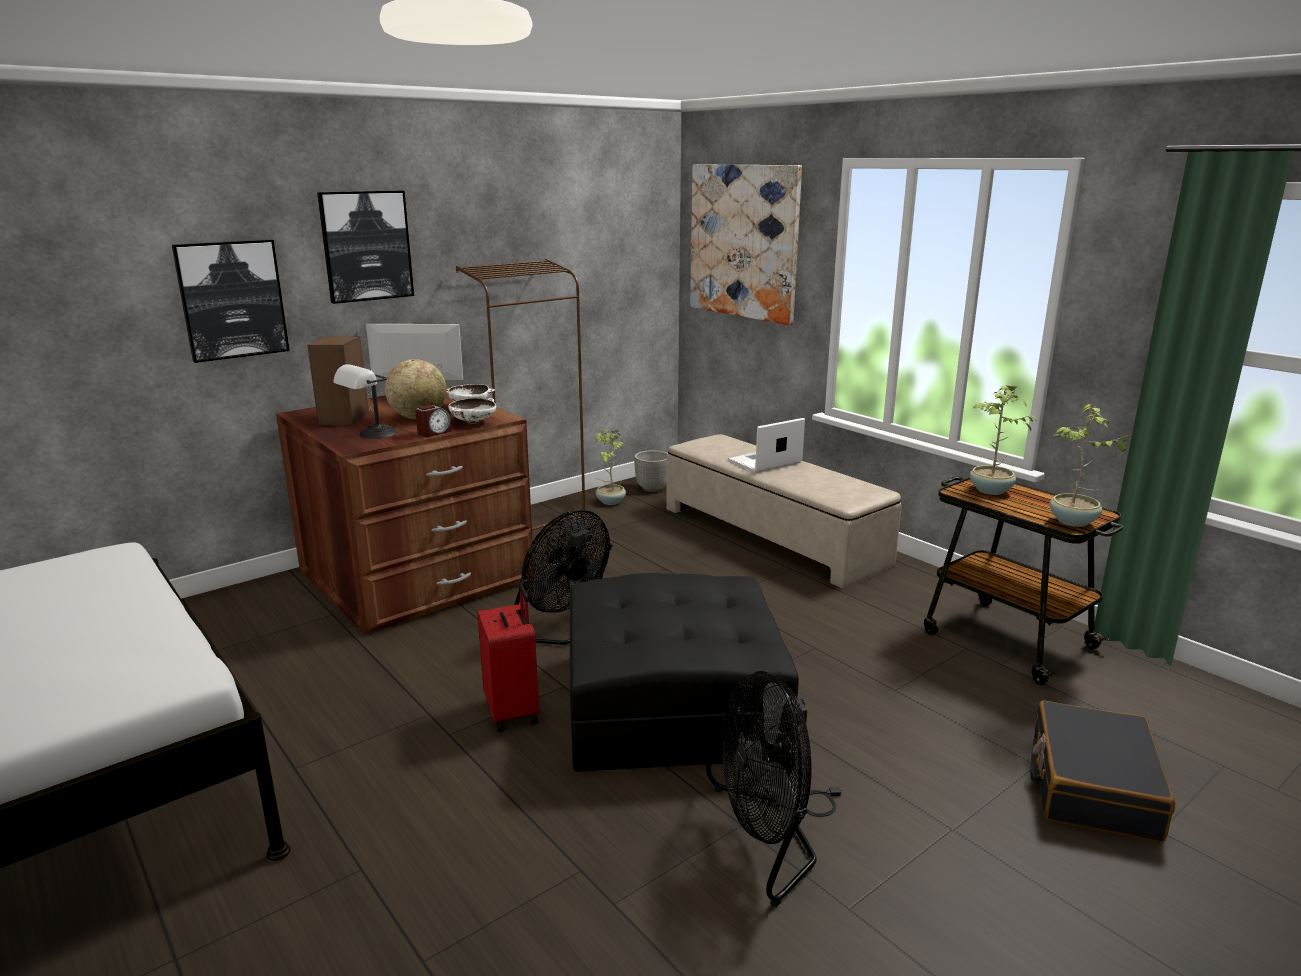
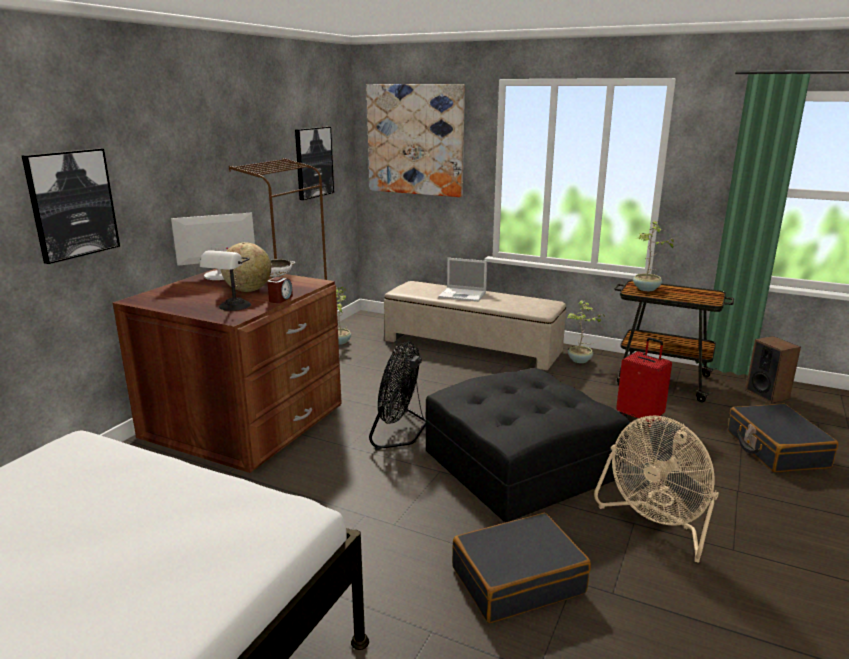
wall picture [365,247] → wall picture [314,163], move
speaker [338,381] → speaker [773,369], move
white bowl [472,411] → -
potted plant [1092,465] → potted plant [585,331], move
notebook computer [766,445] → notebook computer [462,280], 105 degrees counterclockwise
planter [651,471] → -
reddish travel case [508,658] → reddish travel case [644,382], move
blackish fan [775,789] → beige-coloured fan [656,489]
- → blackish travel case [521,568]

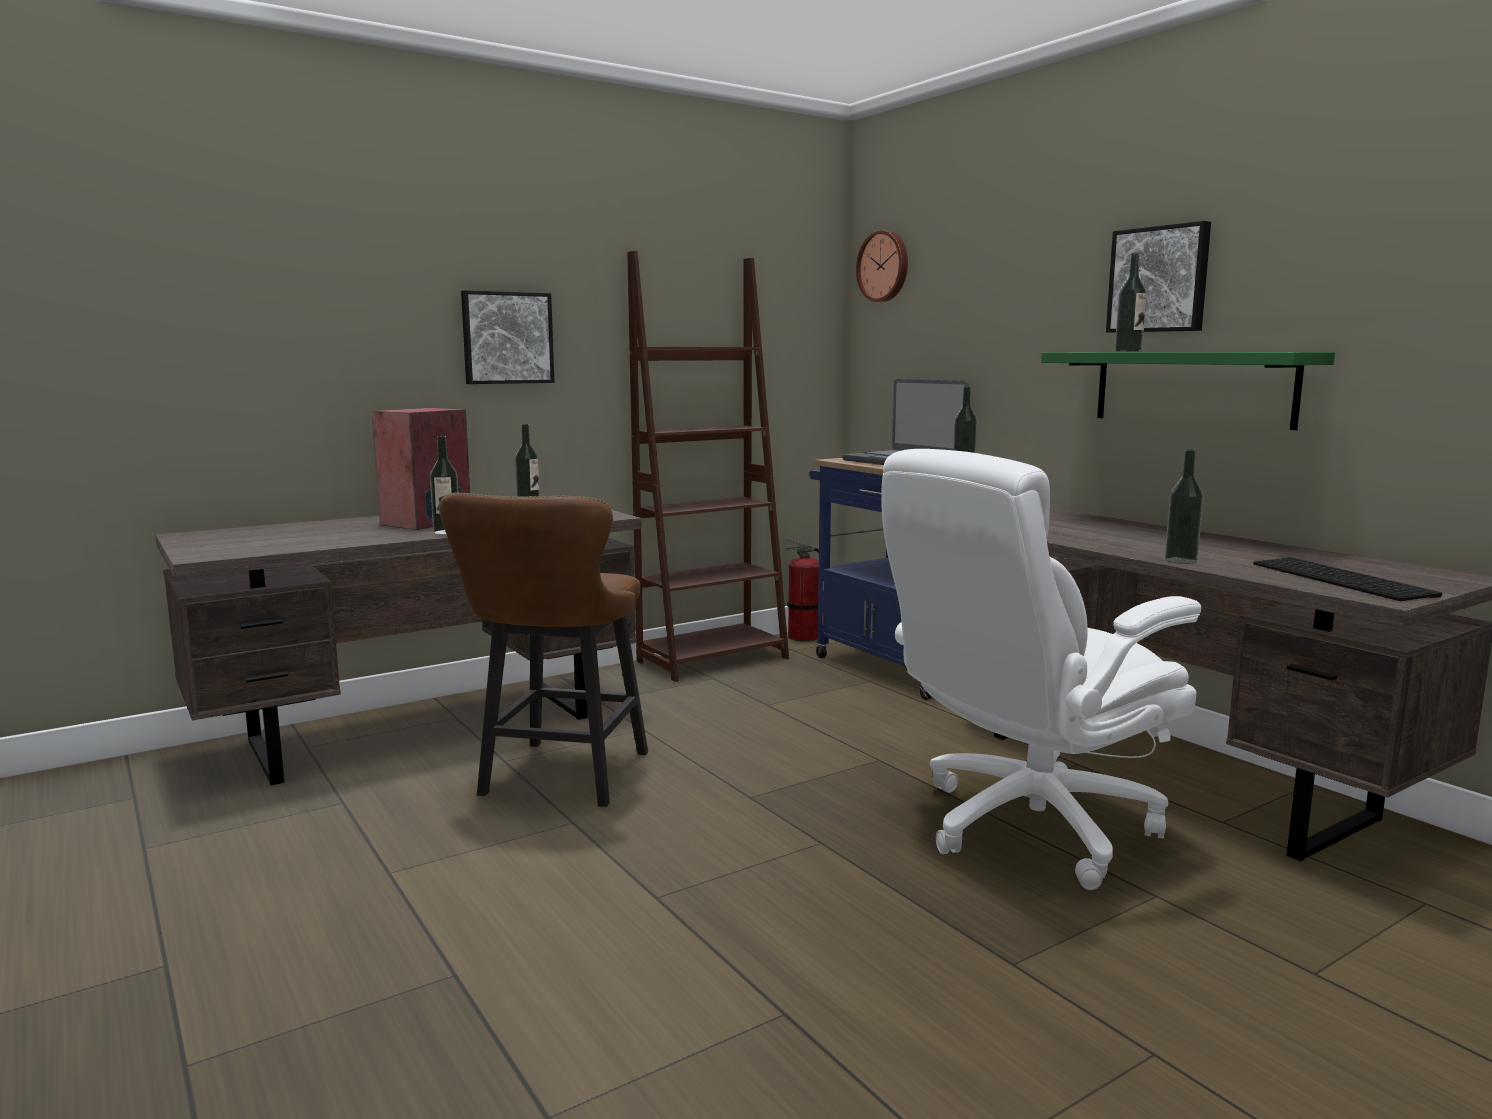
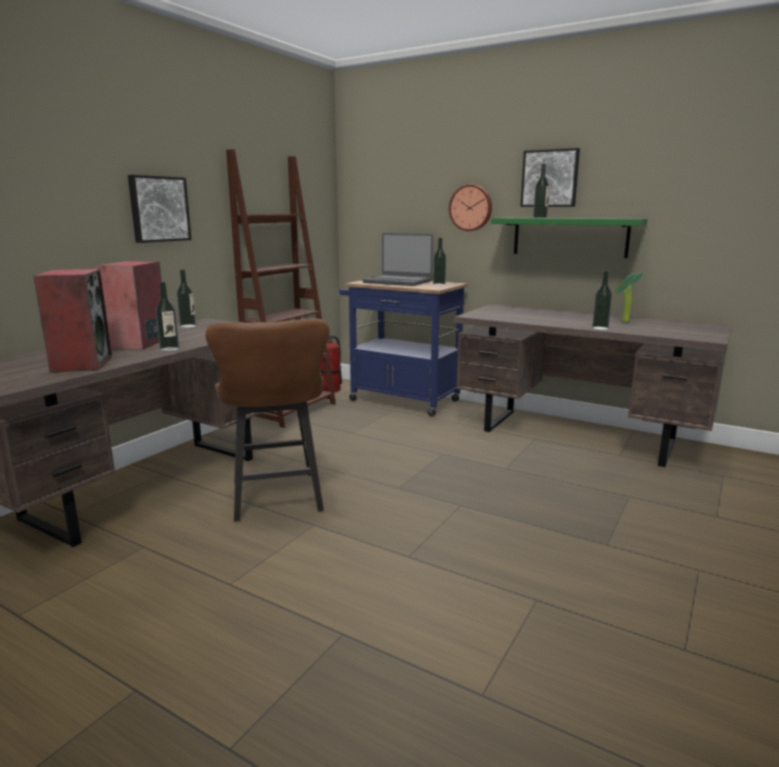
clock on the wall [882,266] → clock on the wall [470,208], move
white office chair [1041,669] → -
keyboard [1347,579] → -
- → speaker [72,321]
- → potted plant [629,297]

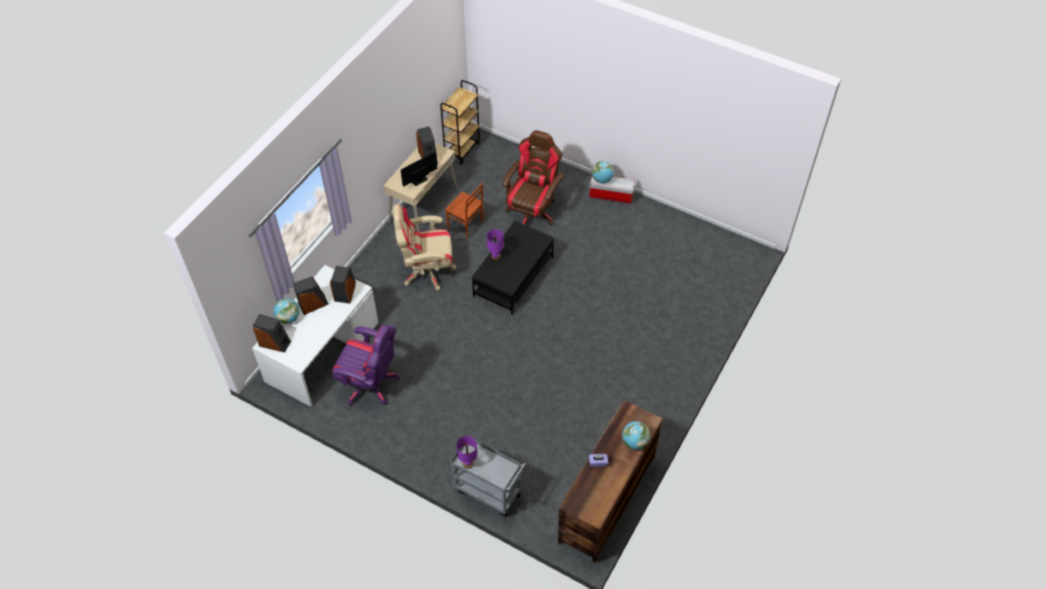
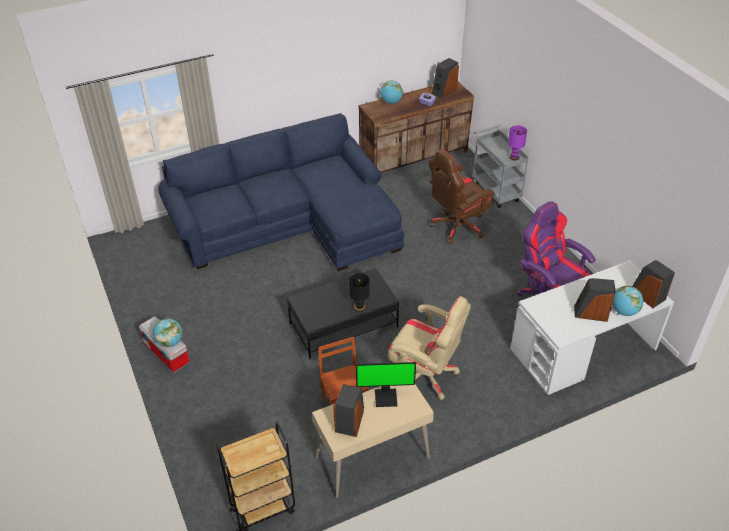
brown office chair [532,178] → brown office chair [461,196], move
purple-coloured lamp for a table [495,244] → blackish lamp for a table [359,292]
speaker [343,285] → speaker [445,78], move
- → bluish settee [281,192]

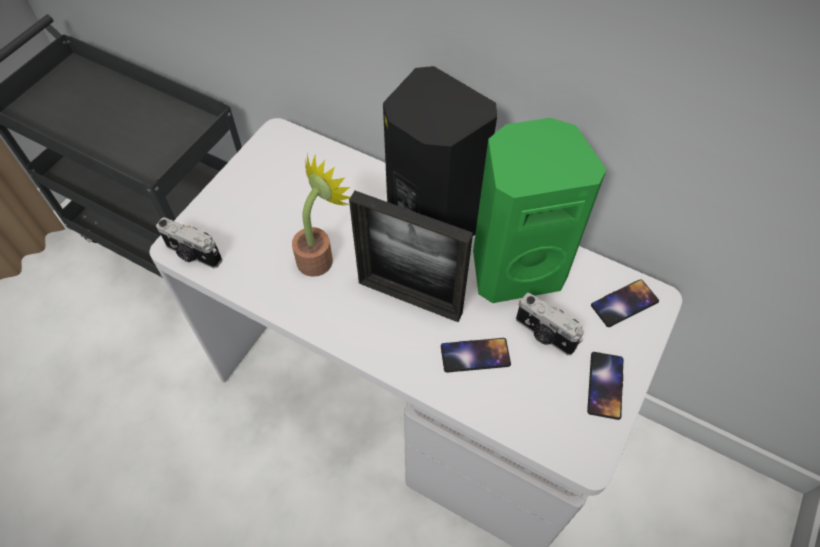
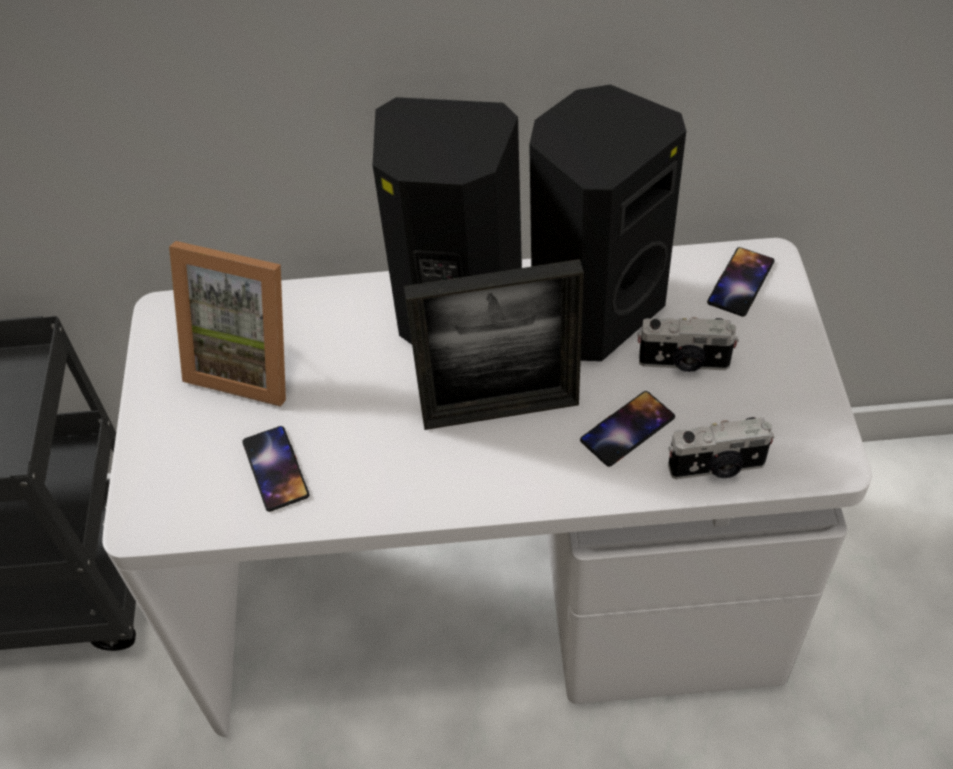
greenish speaker [539,210] → blackish speaker [607,223]
potted plant [321,215] → -
photo camera [189,242] → photo camera [721,448], move
handset [605,386] → handset [276,469], move
- → standing frame [227,324]

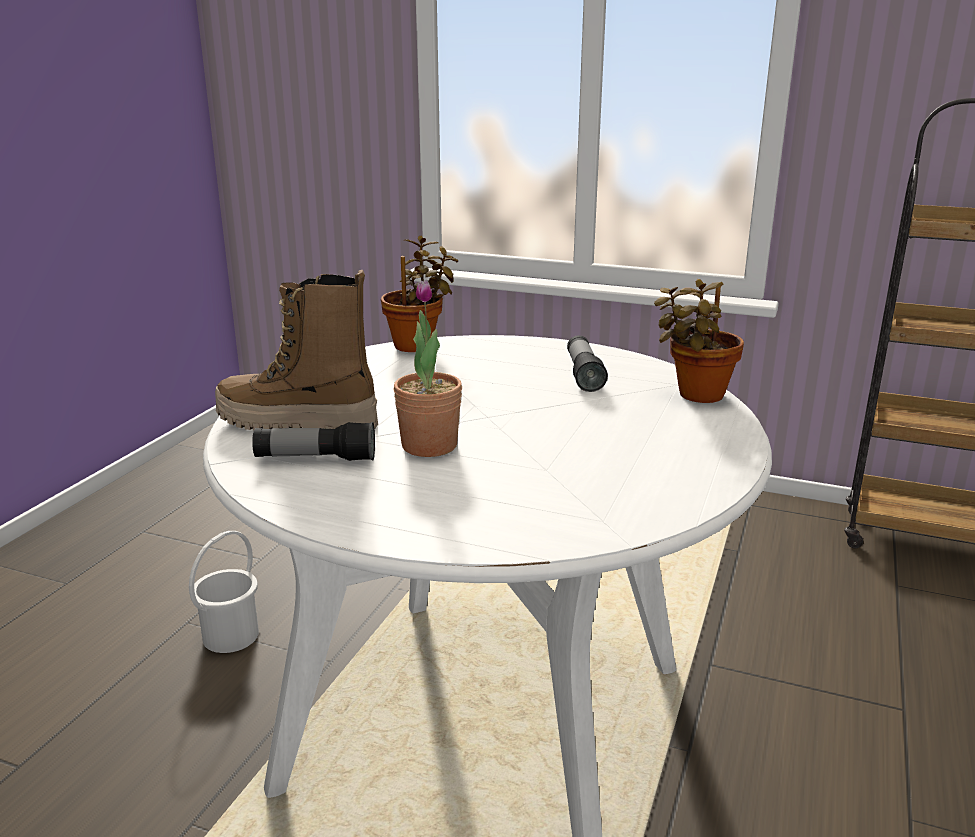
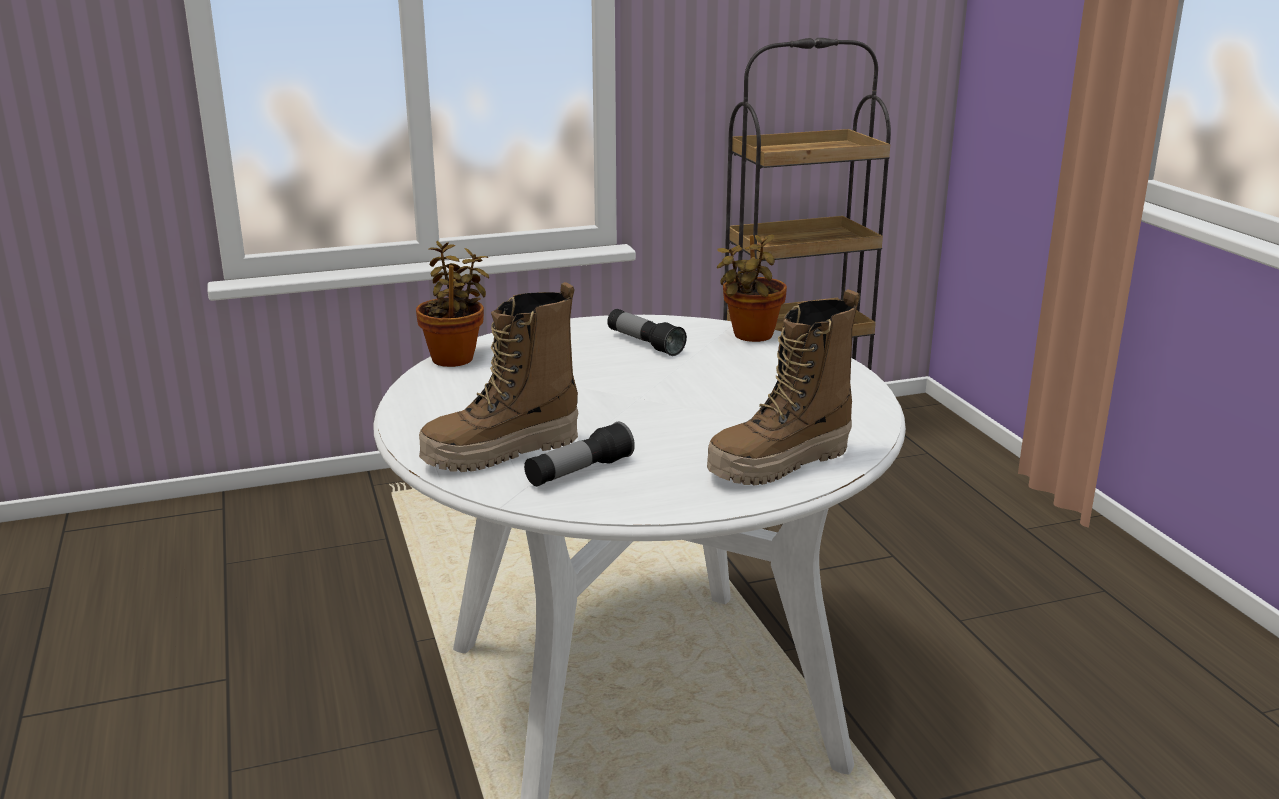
potted plant [427,368] → -
white water bucket [224,592] → -
- → tall boot [783,387]

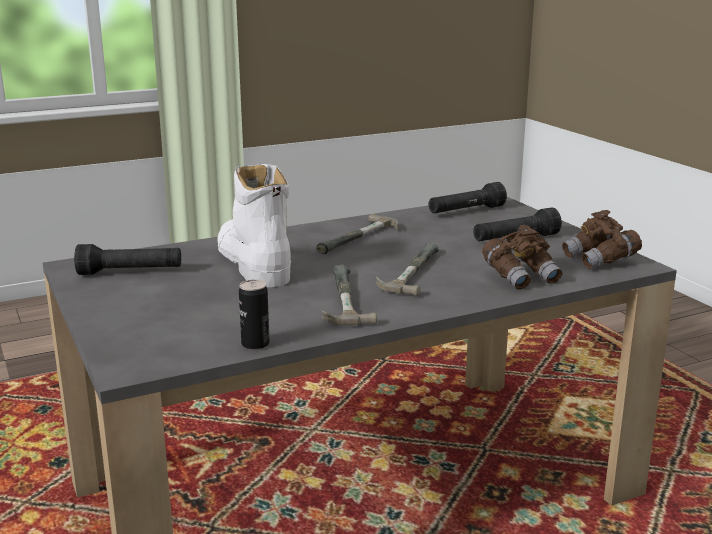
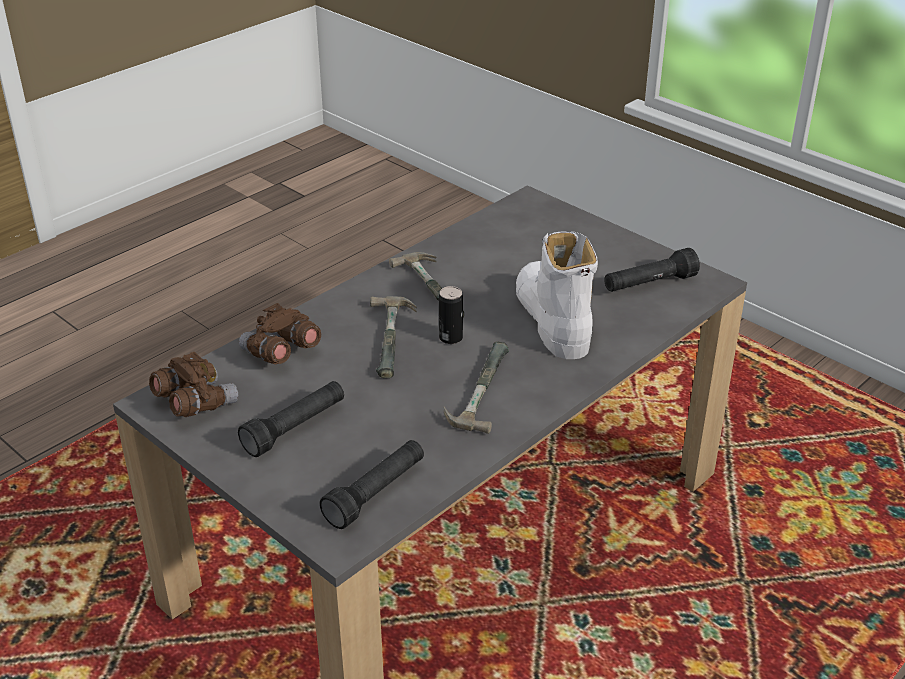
white tall boot [254,225] → white tall boot [557,295], 150 degrees counterclockwise
metal can [254,315] → metal can [451,315], move

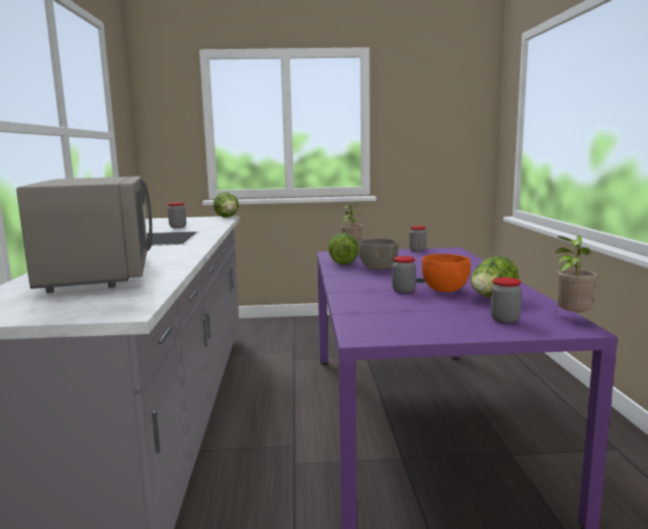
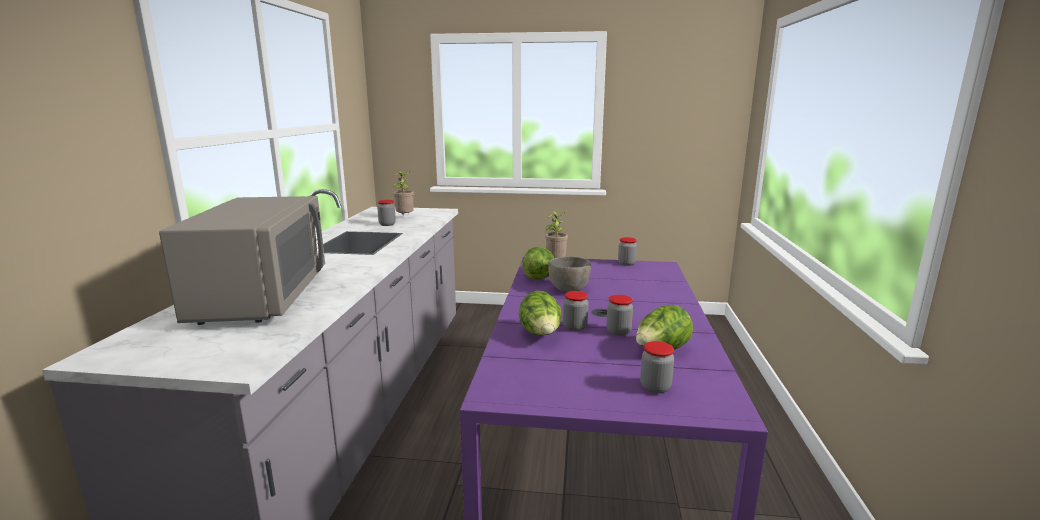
head of lettuce [226,204] → head of lettuce [540,313], move
potted plant [576,274] → potted plant [403,193], move
orangey bowl [446,273] → preserve jar [620,315]

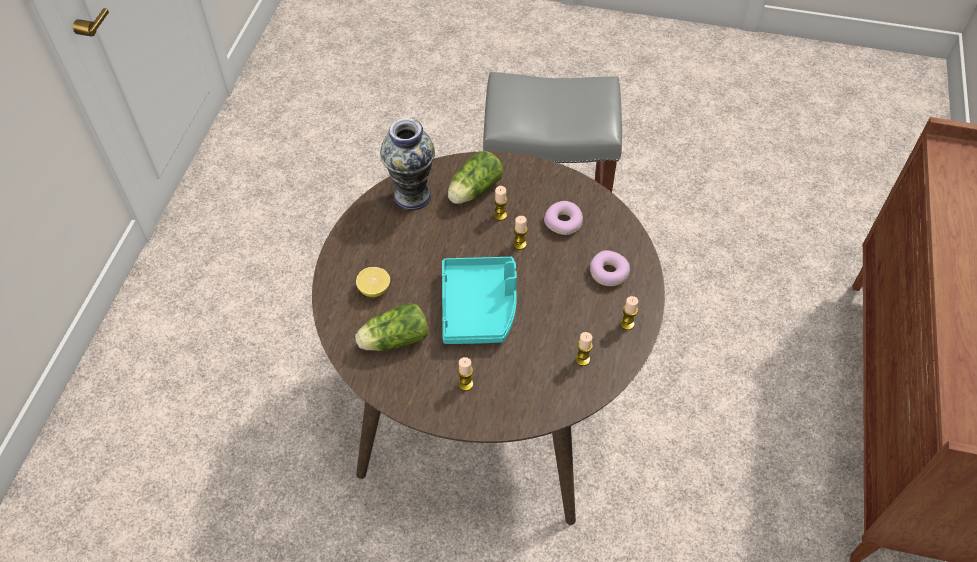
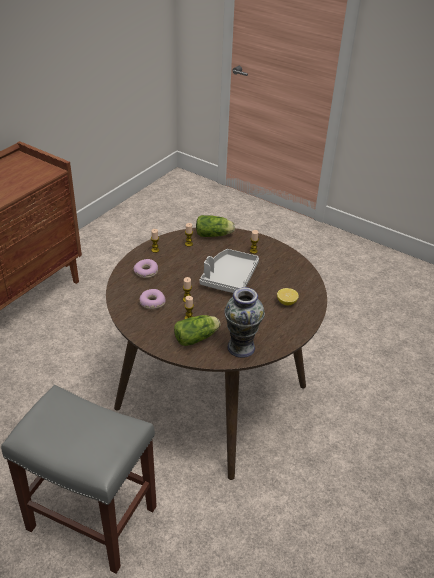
turquoise tray [479,300] → grey tray [229,271]
head of lettuce [391,327] → head of lettuce [215,226], move

